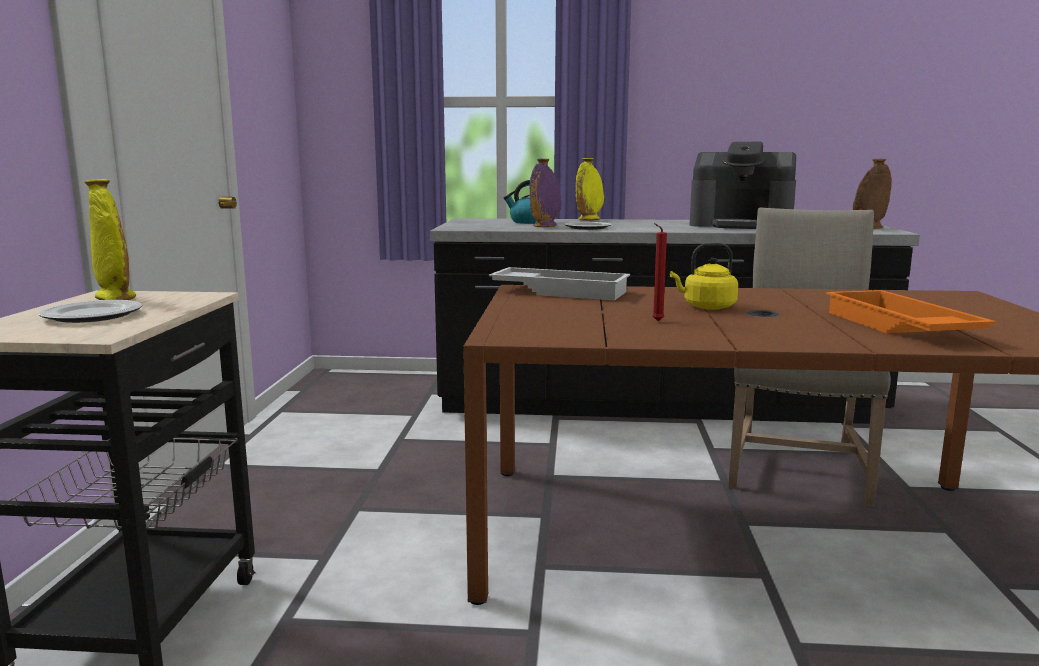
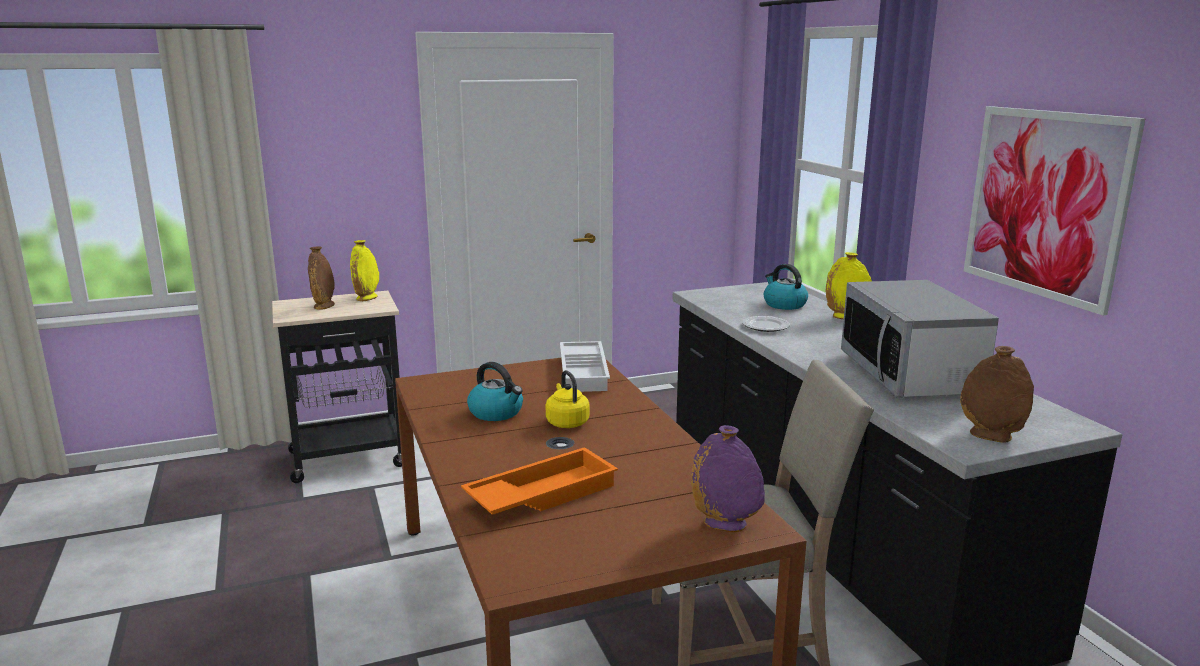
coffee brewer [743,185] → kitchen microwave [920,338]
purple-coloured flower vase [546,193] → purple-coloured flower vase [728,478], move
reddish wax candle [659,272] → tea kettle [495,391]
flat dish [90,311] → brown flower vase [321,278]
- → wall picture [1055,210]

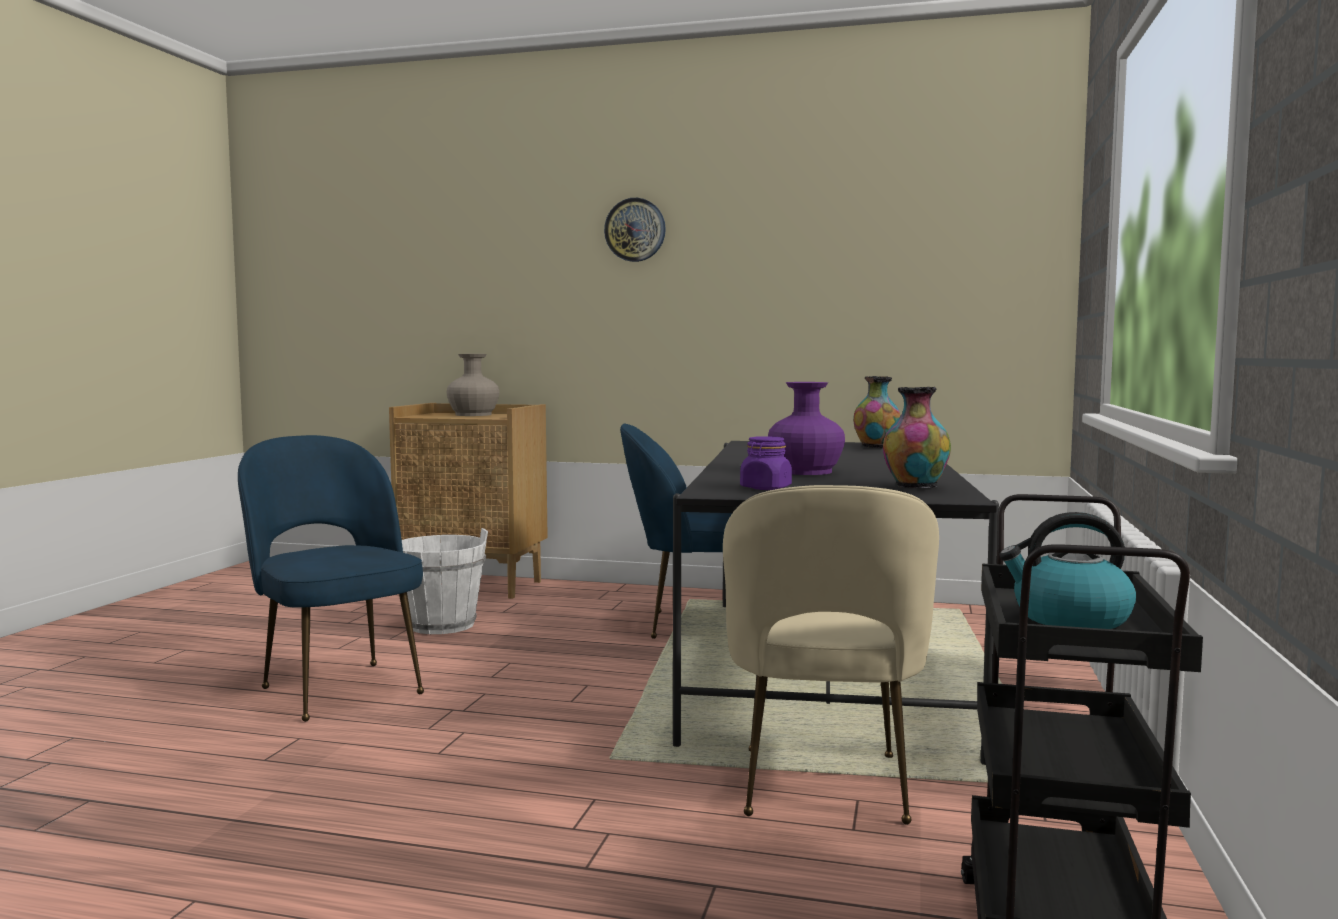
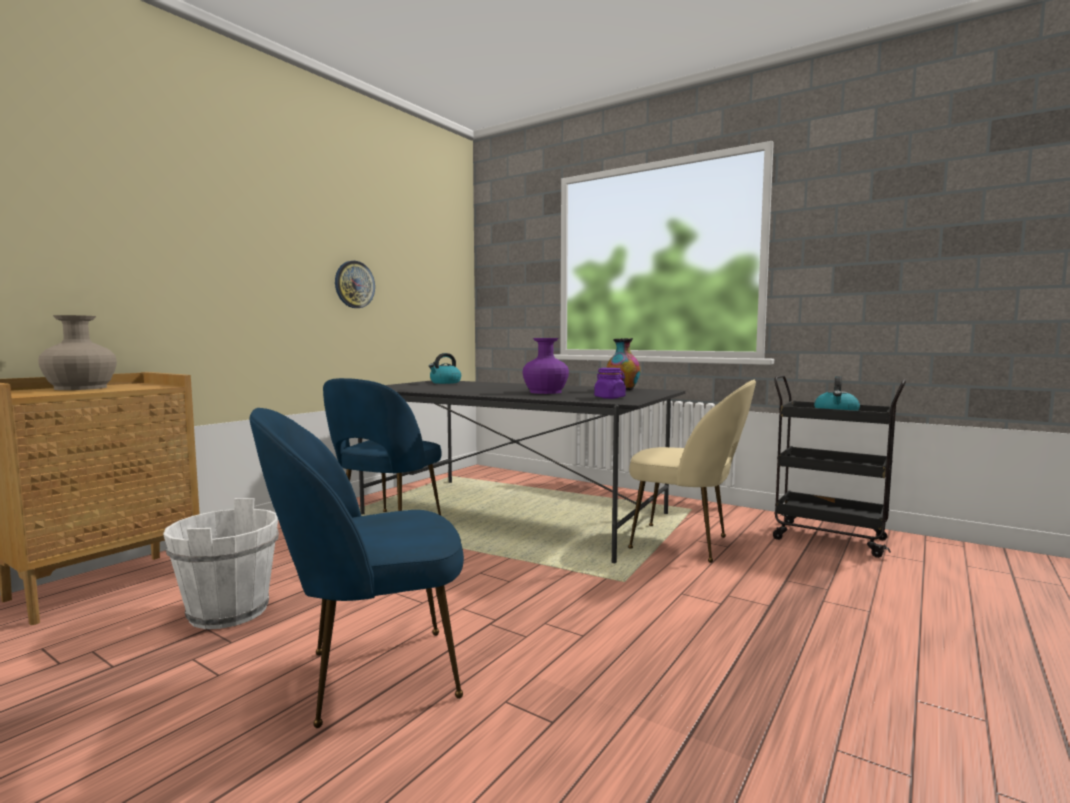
clock on the wall [635,230] → clock on the wall [355,284], move
flower vase [876,412] → tea kettle [445,368]

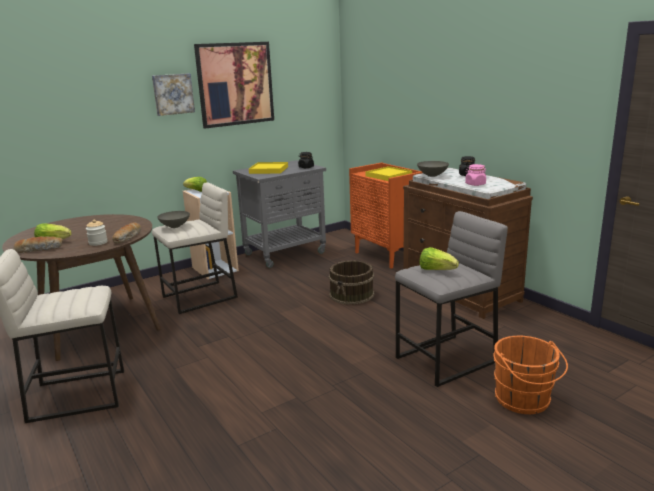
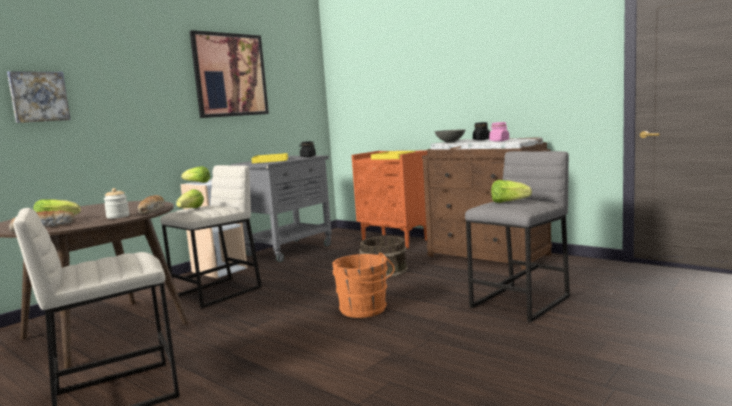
wall picture [173,94] → wall picture [39,97], move
grey bowl [173,219] → head of lettuce [190,198]
orangey water bucket [531,375] → orangey water bucket [363,285], move

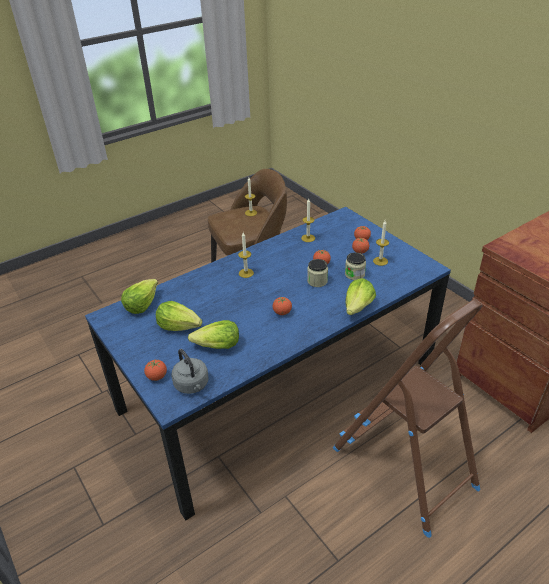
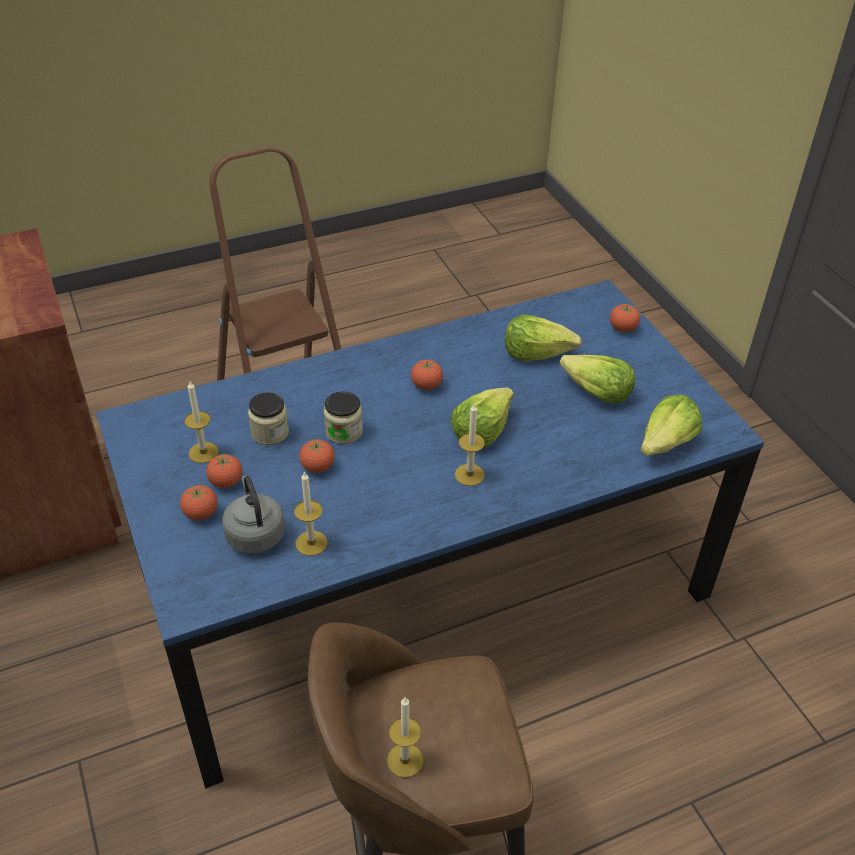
head of lettuce [360,296] → head of lettuce [482,418], move
grey tea kettle [190,371] → grey tea kettle [253,514], move

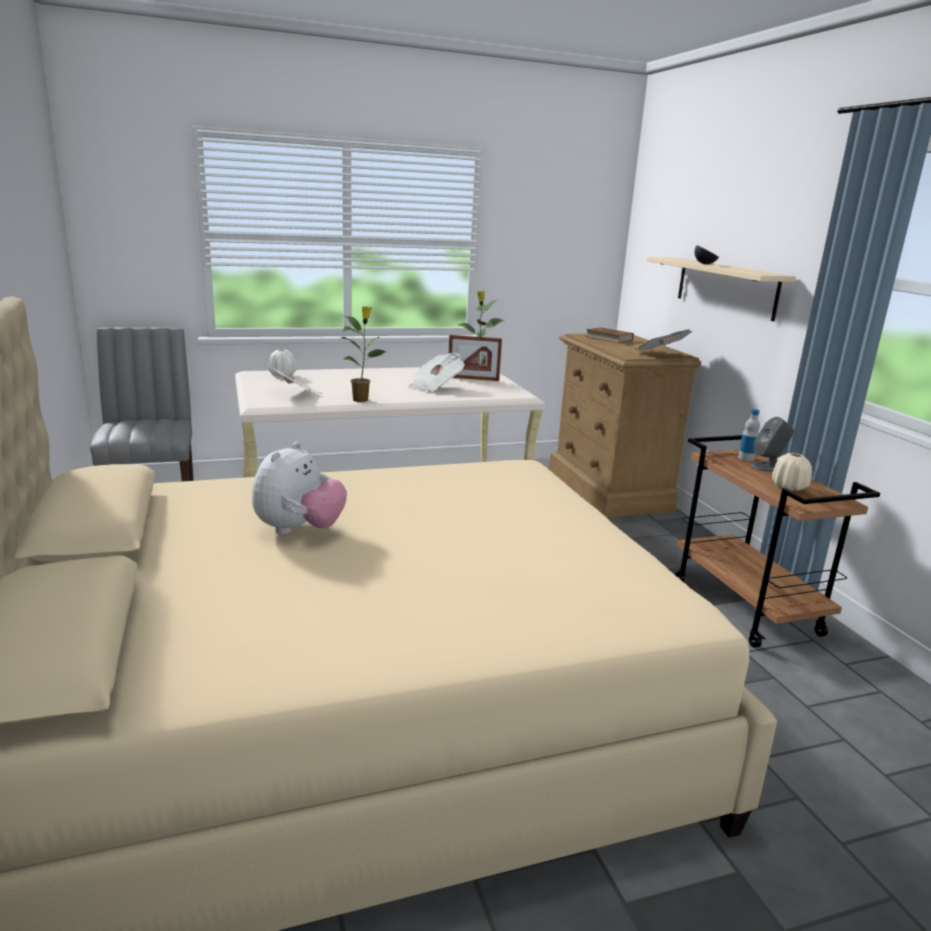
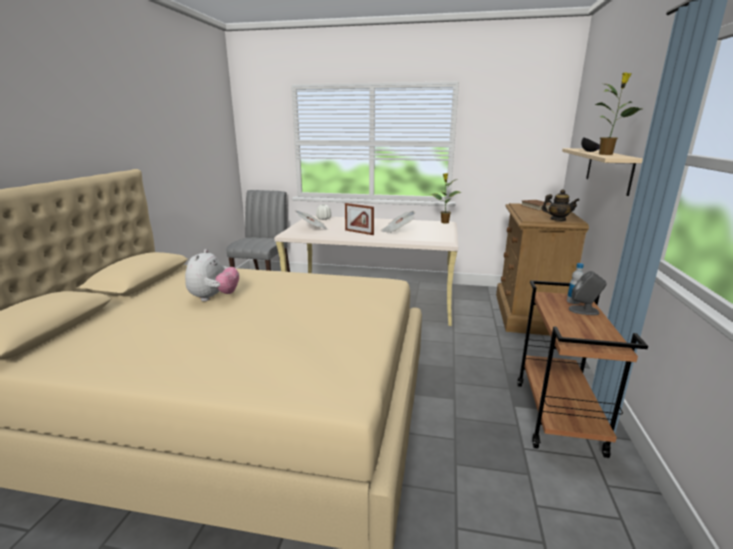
potted plant [364,354] → potted plant [618,113], move
newspaper [663,339] → pot for tea [560,205]
standing frame [475,358] → standing frame [359,219], move
cuddly toy [299,487] → cuddly toy [212,275], 45 degrees counterclockwise
beige-coloured flower vase [792,472] → -

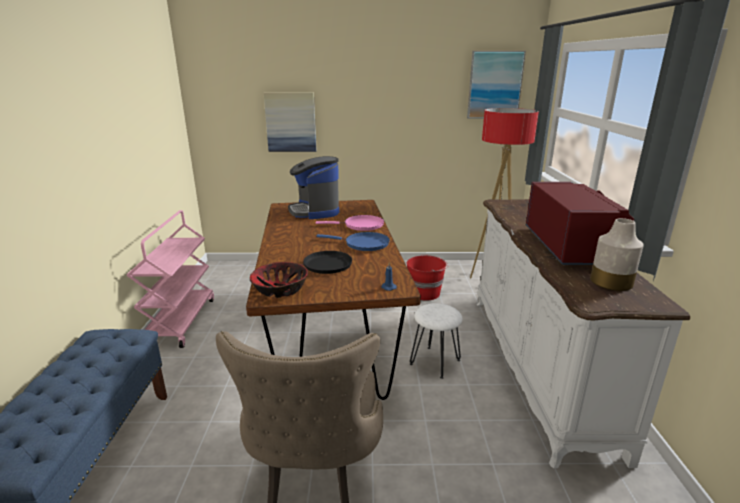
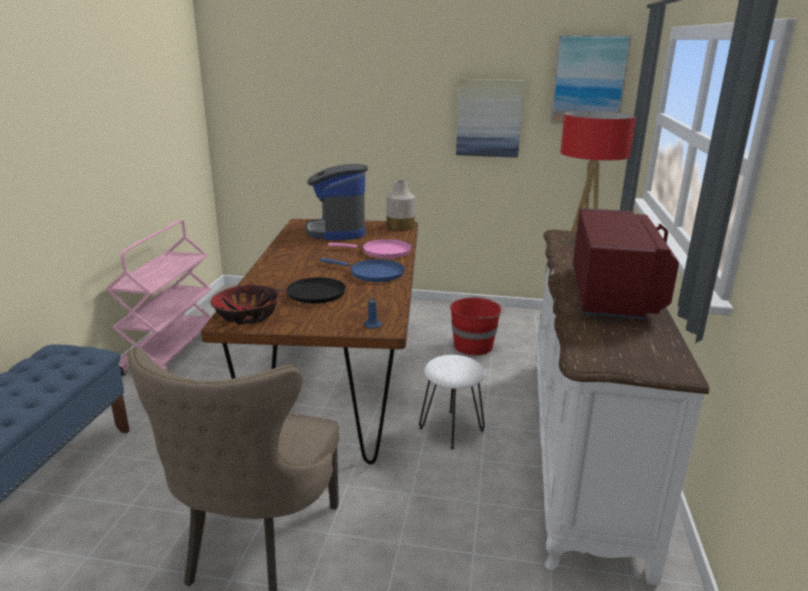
wall picture [290,122] → wall picture [490,118], move
beige-coloured flower vase [617,254] → beige-coloured flower vase [401,205], move

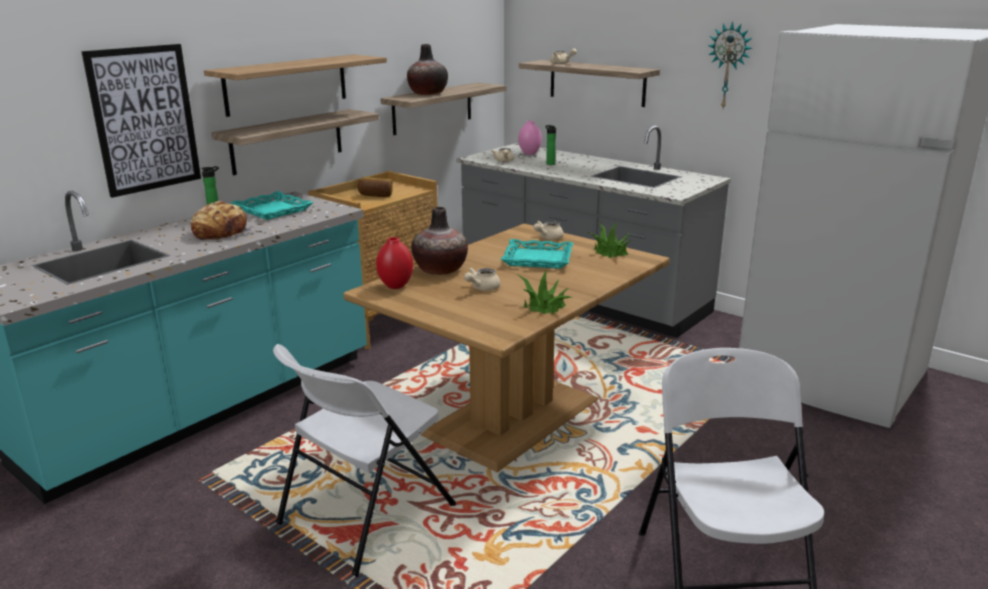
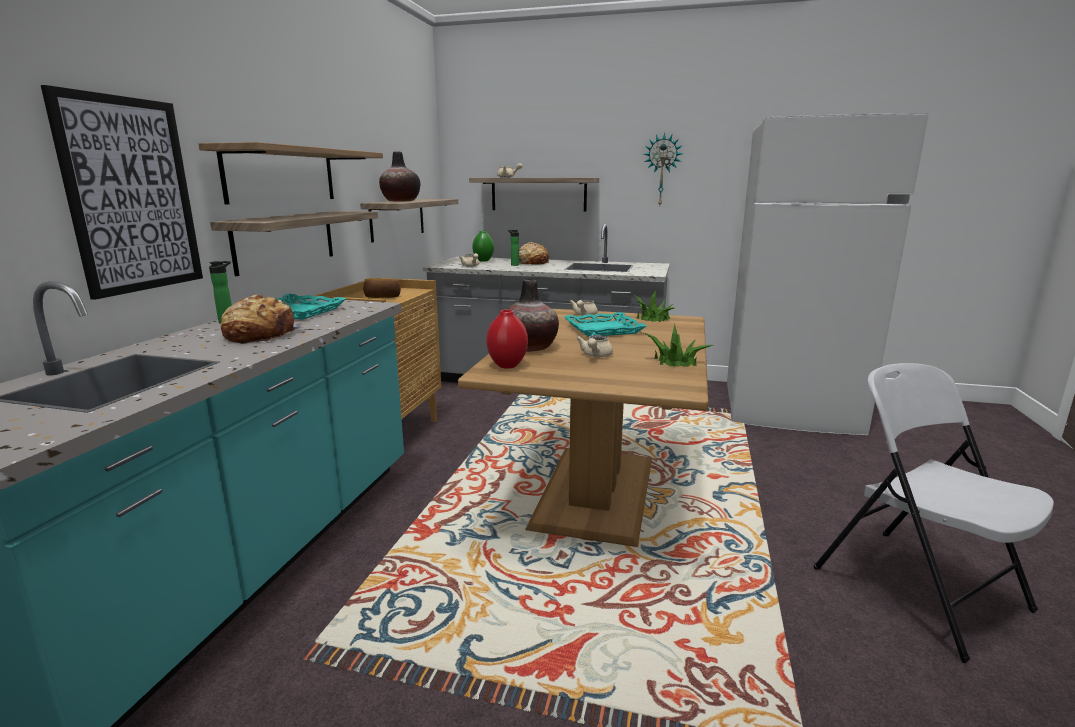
pink-coloured flower vase [530,138] → greenish flower vase [483,246]
white upright chair [364,460] → -
- → baked bread [534,253]

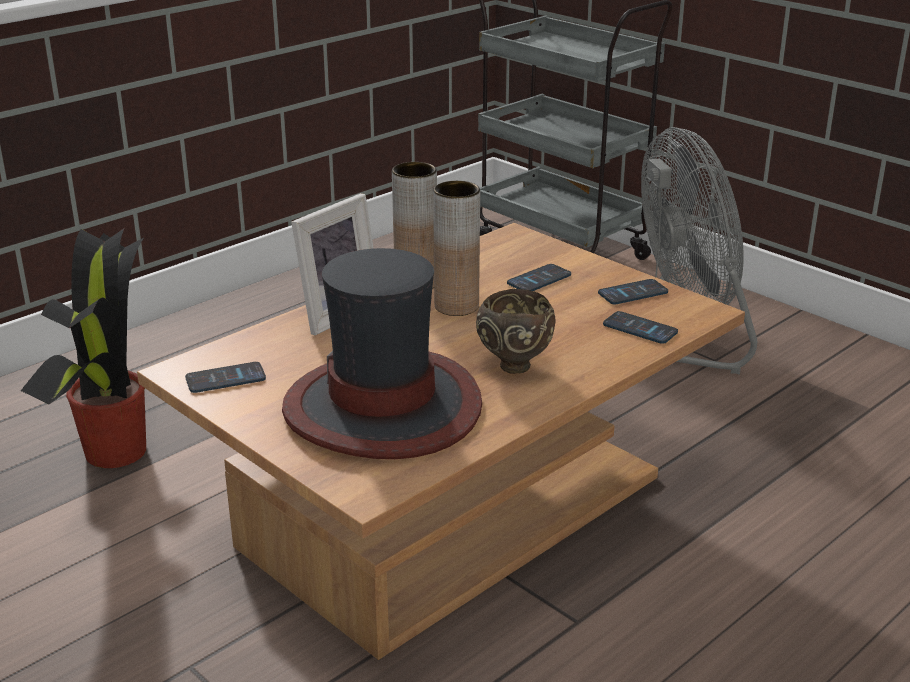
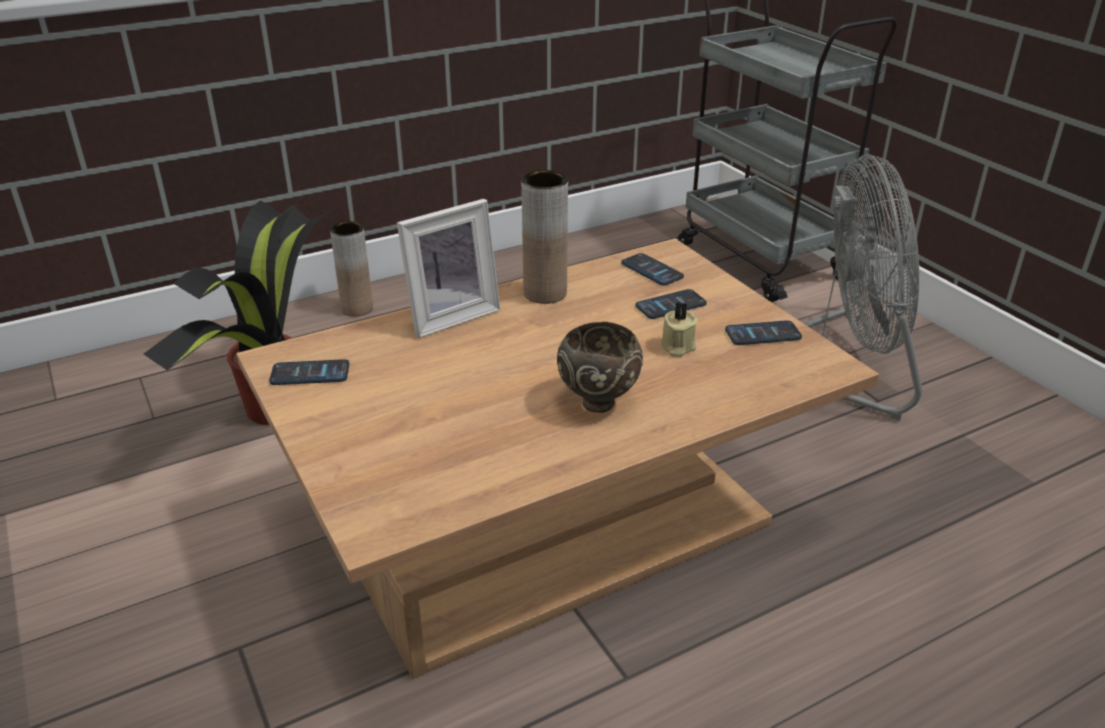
brown flower vase [456,248] → brown flower vase [351,268], move
hat [382,353] → -
handset [640,327] → handset [652,269], move
- → beige-coloured wax candle [679,329]

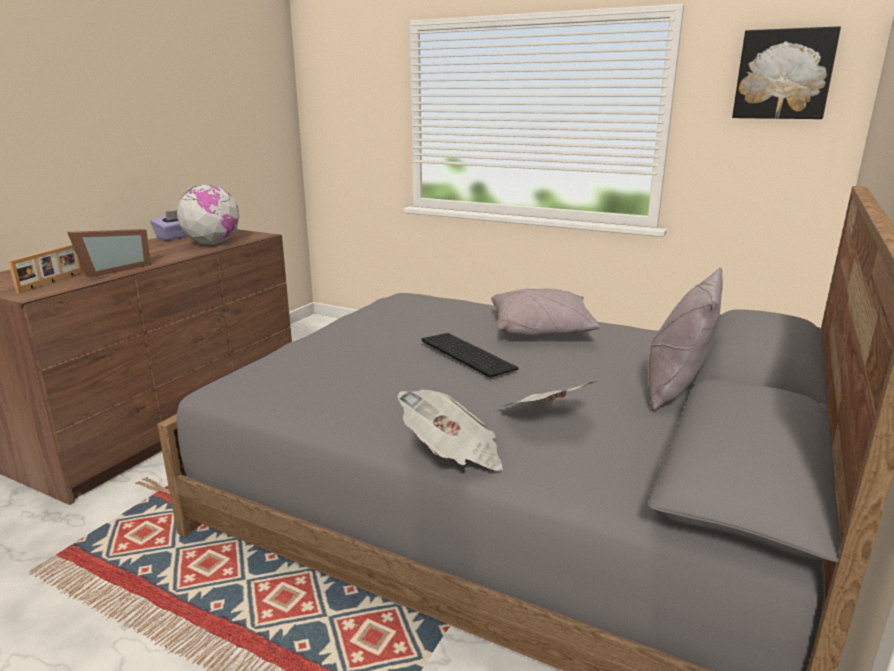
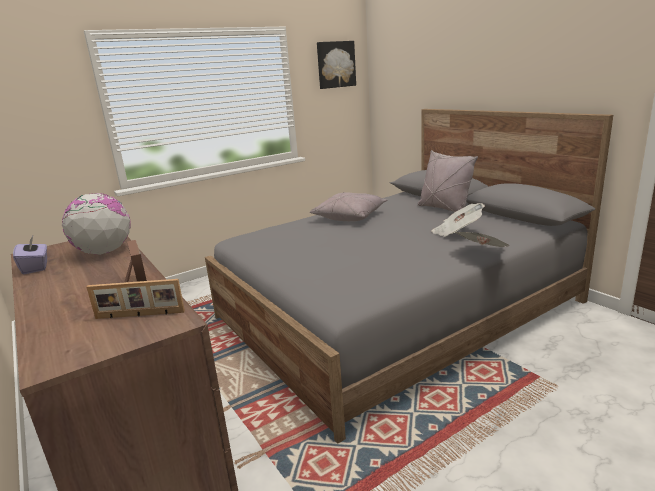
standing frame [46,269] → standing frame [136,299], 135 degrees clockwise
keyboard [470,355] → -

